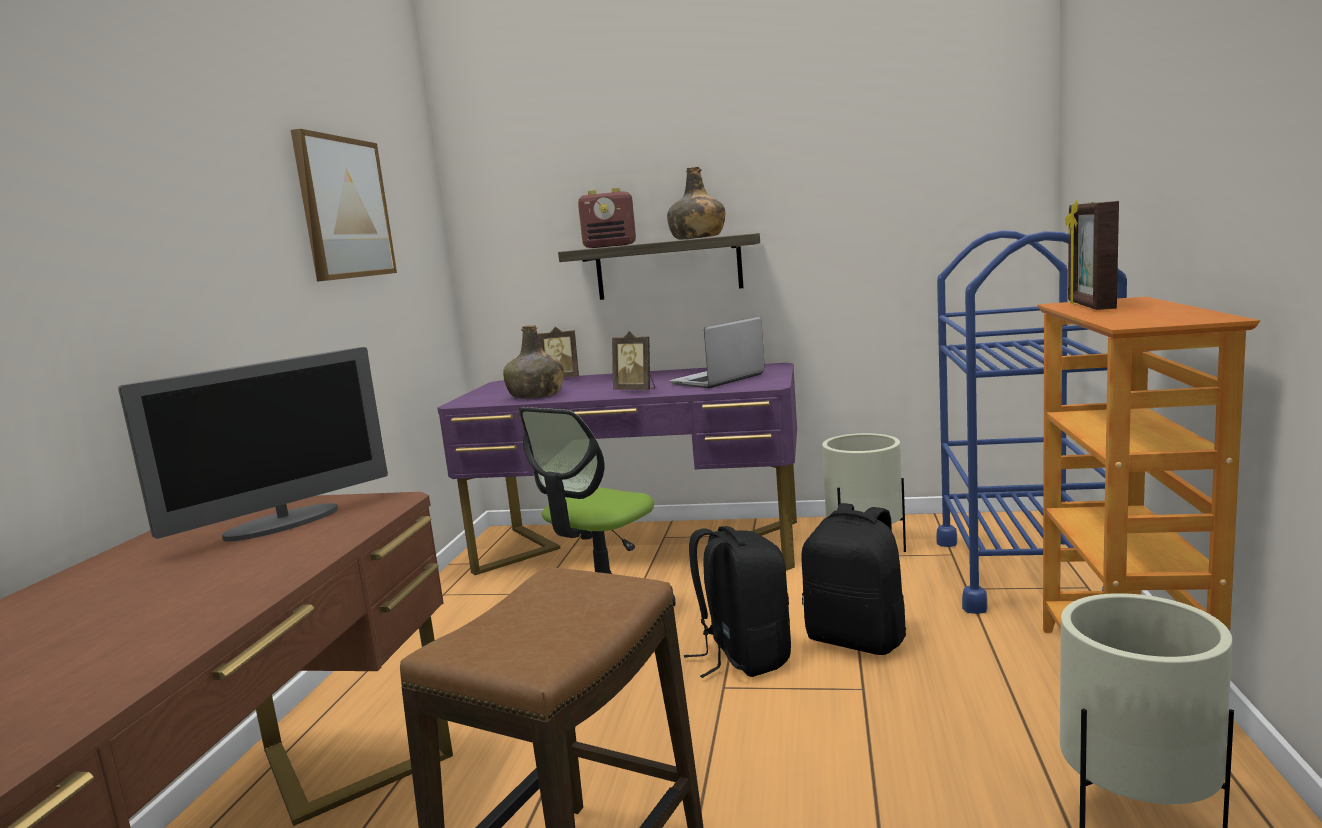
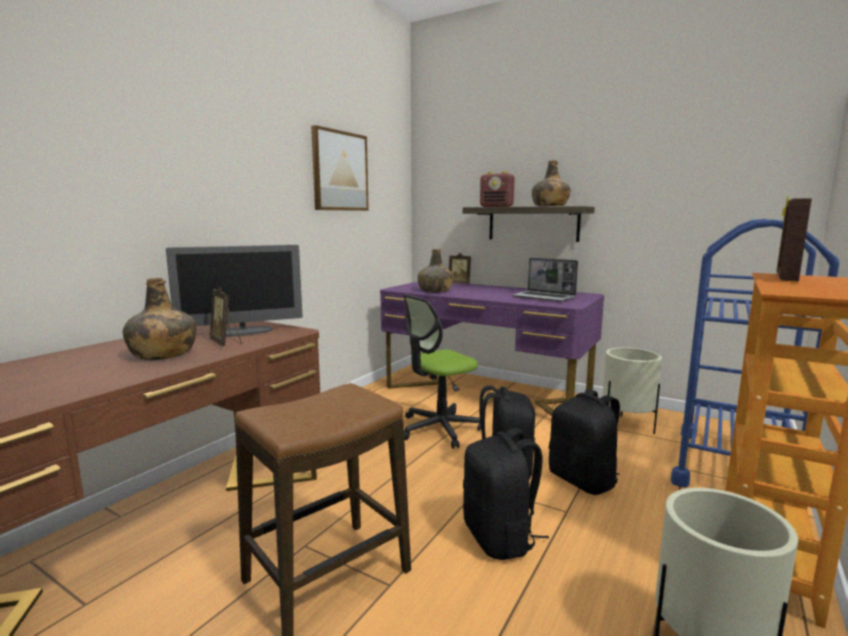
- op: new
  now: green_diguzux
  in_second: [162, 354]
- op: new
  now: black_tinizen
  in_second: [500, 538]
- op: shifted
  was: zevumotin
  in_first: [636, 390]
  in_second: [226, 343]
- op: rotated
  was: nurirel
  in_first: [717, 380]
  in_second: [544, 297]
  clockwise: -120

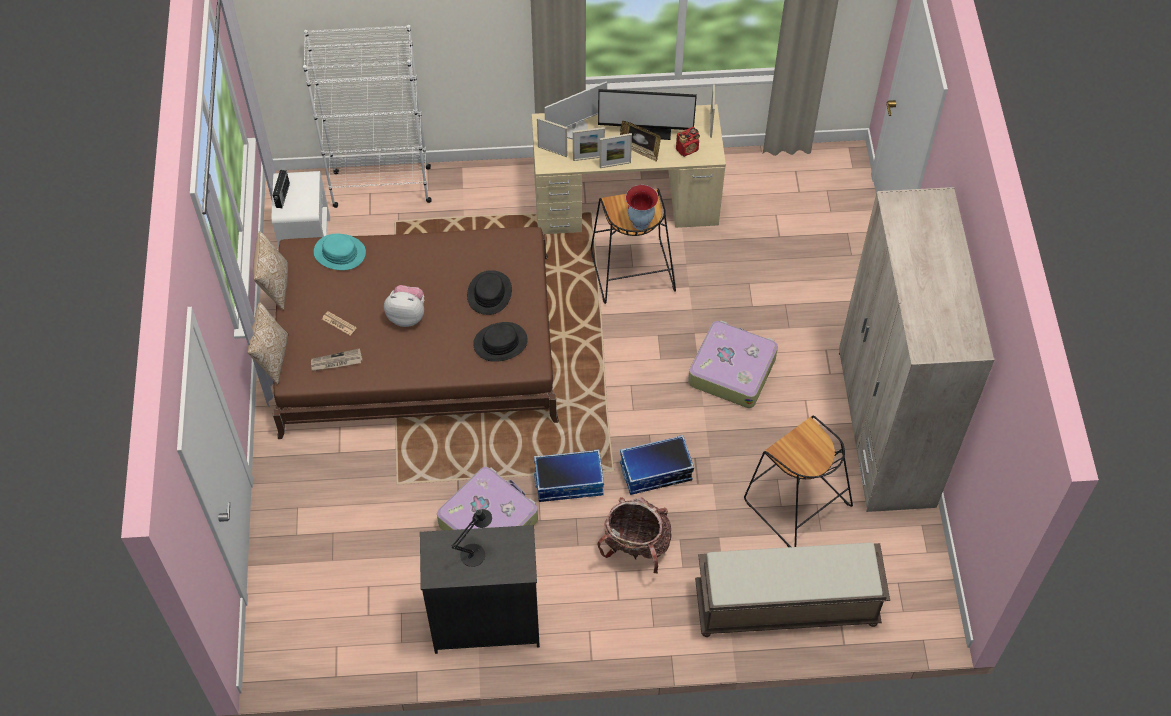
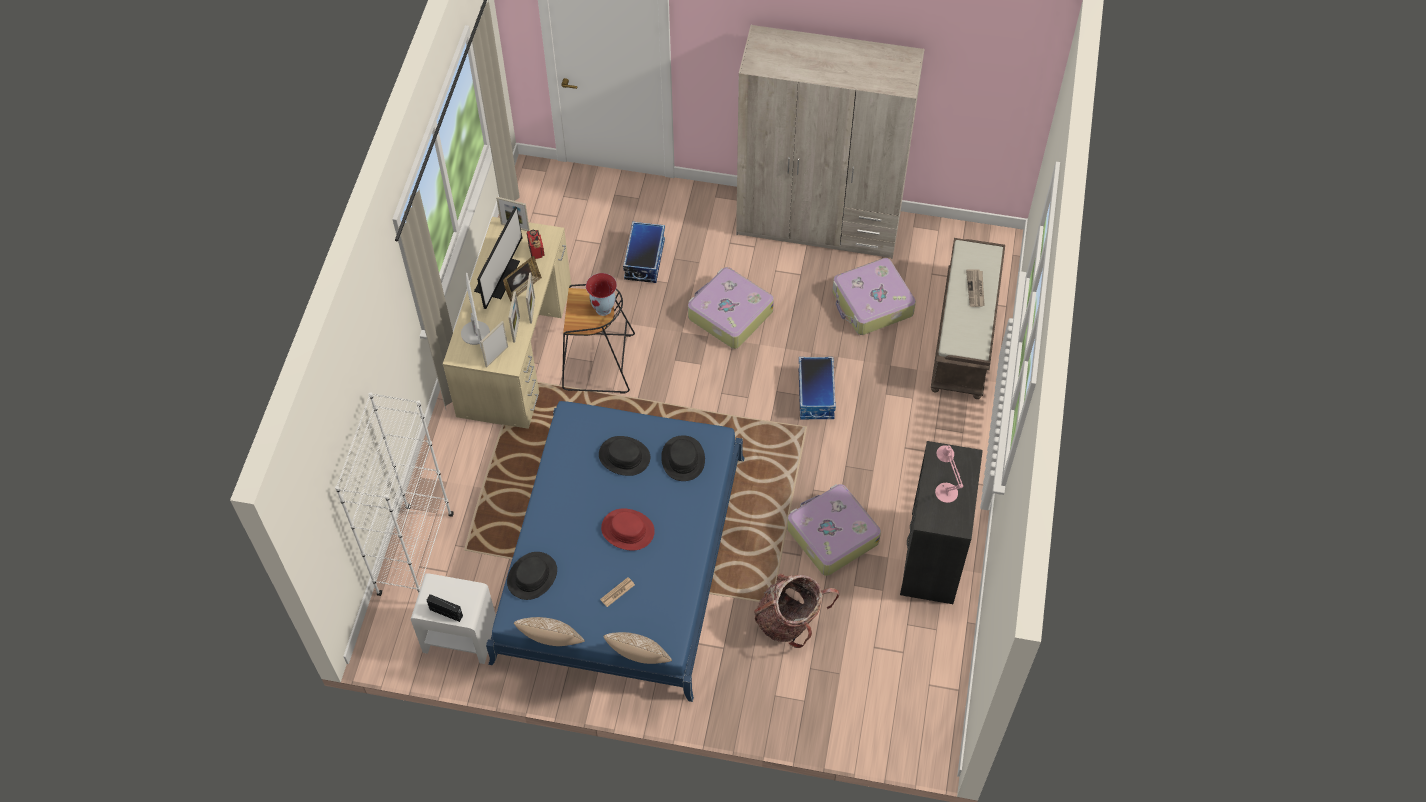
- op: shifted
  was: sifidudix
  in_first: [336, 362]
  in_second: [975, 289]
- op: shifted
  was: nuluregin
  in_first: [569, 482]
  in_second: [644, 259]
- op: shifted
  was: tinizen
  in_first: [635, 546]
  in_second: [790, 621]
- op: swapped
  was: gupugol
  now: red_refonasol
  in_first: [407, 315]
  in_second: [627, 530]
- op: swapped
  was: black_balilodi
  now: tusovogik
  in_first: [795, 503]
  in_second: [872, 304]
- op: repainted
  was: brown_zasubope
  now: blue_zasubope
  in_first: [417, 344]
  in_second: [621, 557]
- op: repainted
  was: turquoise_refonasol
  now: black_refonasol
  in_first: [339, 253]
  in_second: [532, 576]
- op: repainted
  was: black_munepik
  now: pink_munepik
  in_first: [475, 552]
  in_second: [944, 489]

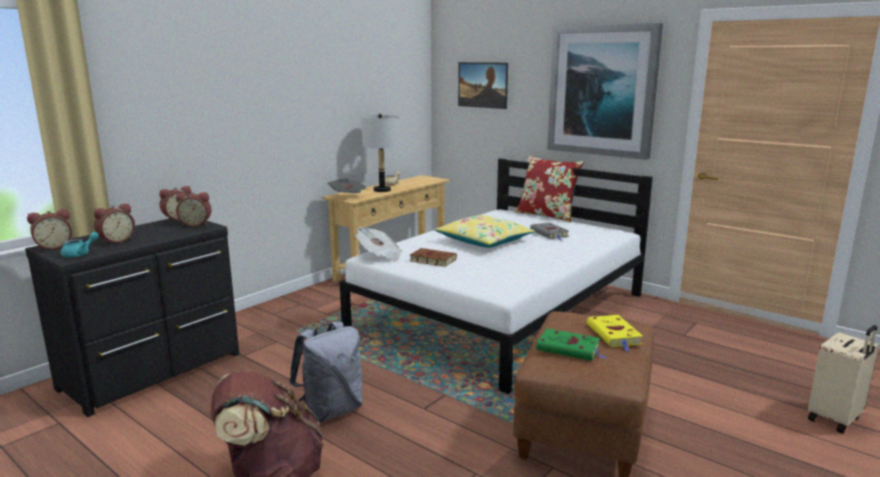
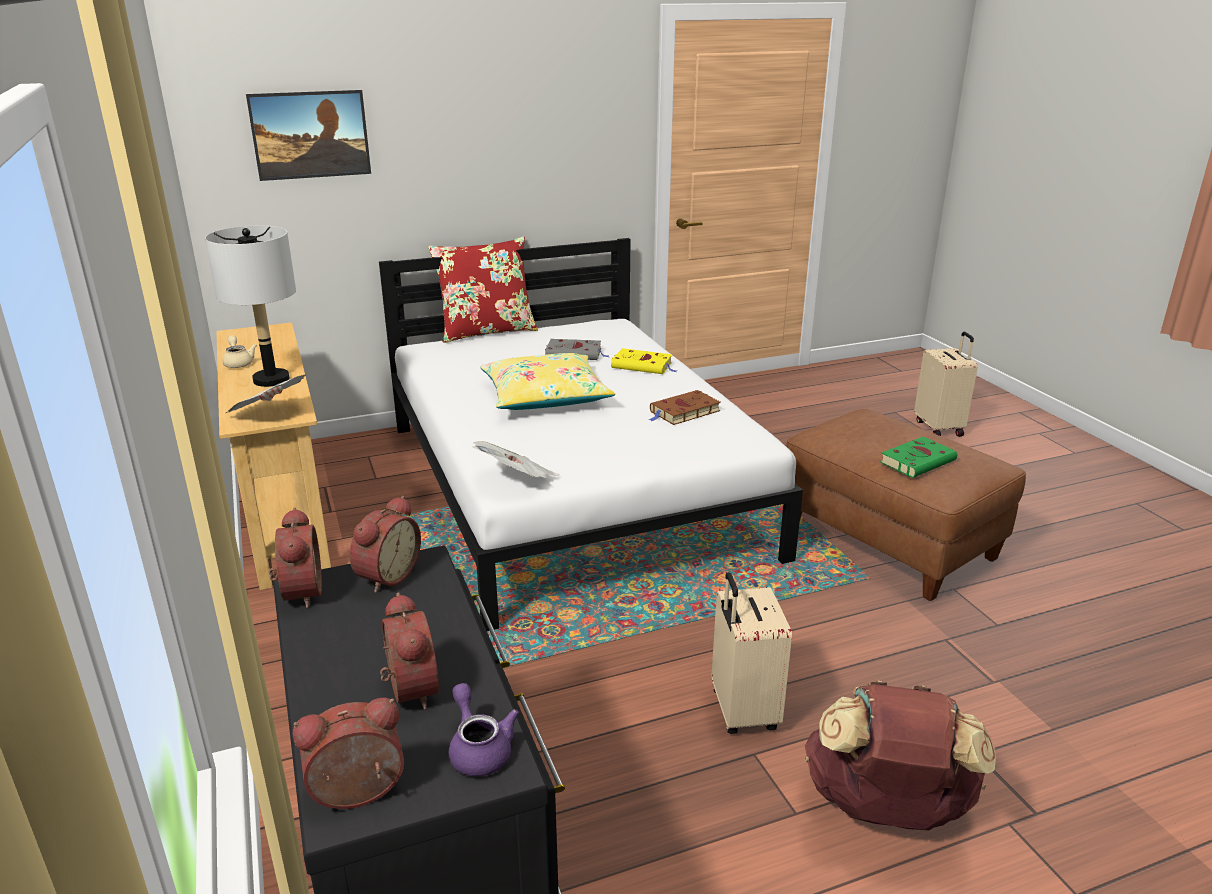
- op: gone
  was: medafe
  in_first: [602, 91]
- op: shifted
  was: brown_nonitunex
  in_first: [431, 260]
  in_second: [683, 412]
- op: shifted
  was: yellow_nonitunex
  in_first: [614, 335]
  in_second: [643, 366]
- op: swapped
  was: grey_tinizen
  now: beige_tusovogik
  in_first: [331, 410]
  in_second: [741, 711]
- op: repainted
  was: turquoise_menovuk
  now: purple_menovuk
  in_first: [80, 254]
  in_second: [479, 749]
- op: rotated
  was: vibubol
  in_first: [54, 247]
  in_second: [358, 795]
  clockwise: -105

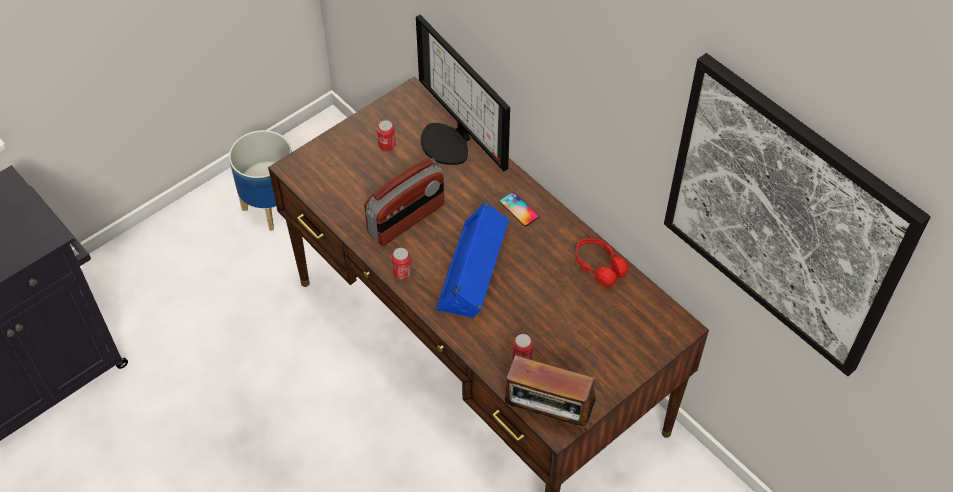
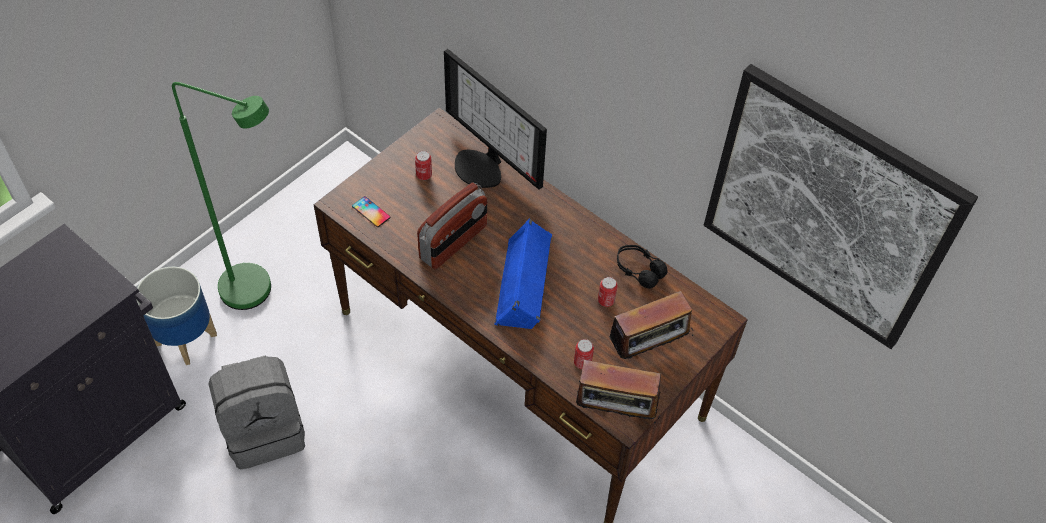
- op: new
  now: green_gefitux
  in_second: [258, 293]
- op: new
  now: grey_tinizen
  in_second: [265, 430]
- op: new
  now: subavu
  in_second: [648, 348]
- op: shifted
  was: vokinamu
  in_first: [272, 206]
  in_second: [187, 338]
- op: shifted
  was: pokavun
  in_first: [402, 273]
  in_second: [606, 300]
- op: shifted
  was: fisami
  in_first: [519, 209]
  in_second: [371, 212]
- op: repainted
  was: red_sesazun
  now: black_sesazun
  in_first: [598, 267]
  in_second: [638, 270]

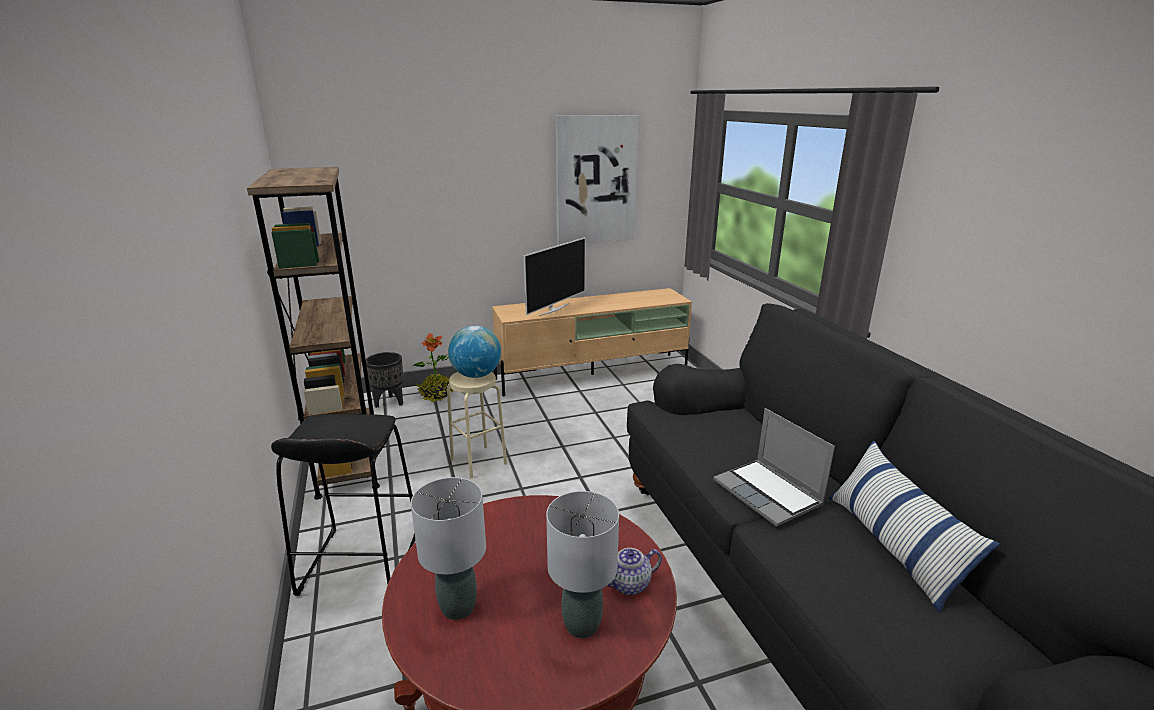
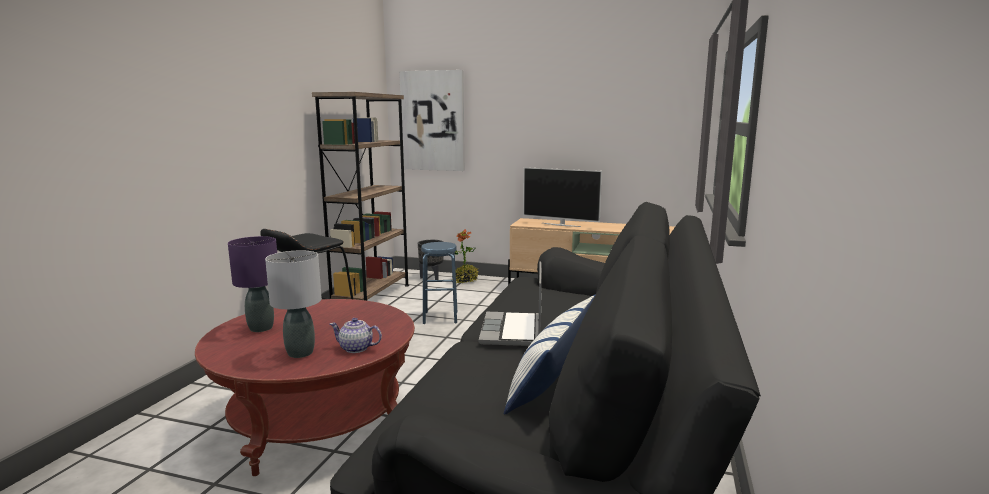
- op: gone
  was: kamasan
  in_first: [476, 375]
- op: shifted
  was: medafe
  in_first: [595, 180]
  in_second: [433, 121]
- op: repainted
  was: grey_munepik
  now: purple_munepik
  in_first: [459, 607]
  in_second: [261, 328]
- op: repainted
  was: beige_balilodi
  now: blue_balilodi
  in_first: [479, 461]
  in_second: [440, 317]
- op: rotated
  was: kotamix
  in_first: [553, 309]
  in_second: [561, 225]
  clockwise: 45

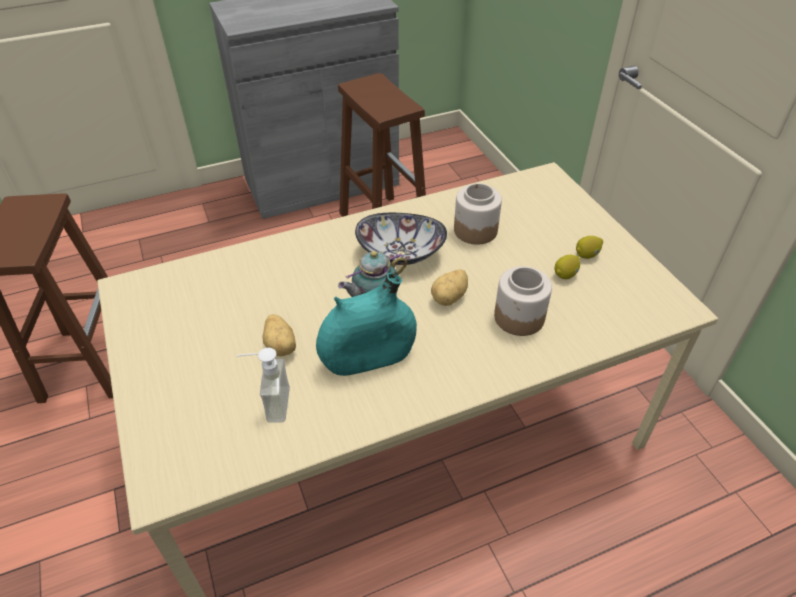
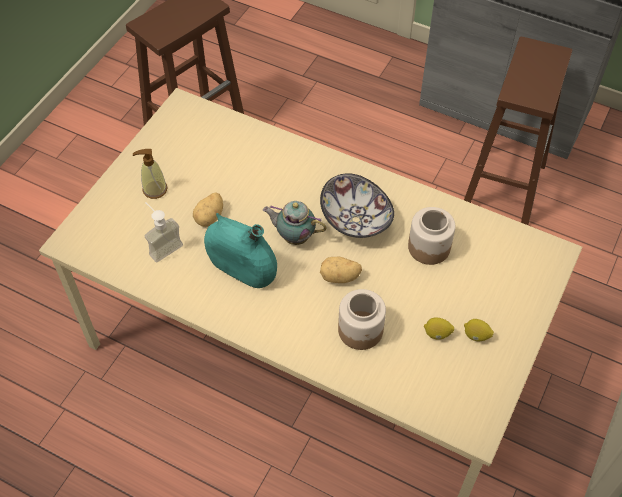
- op: new
  now: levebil
  in_second: [154, 189]

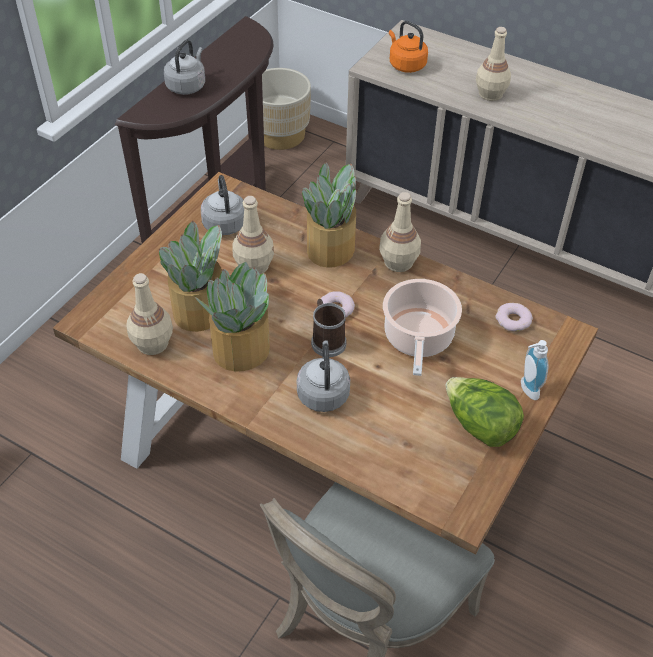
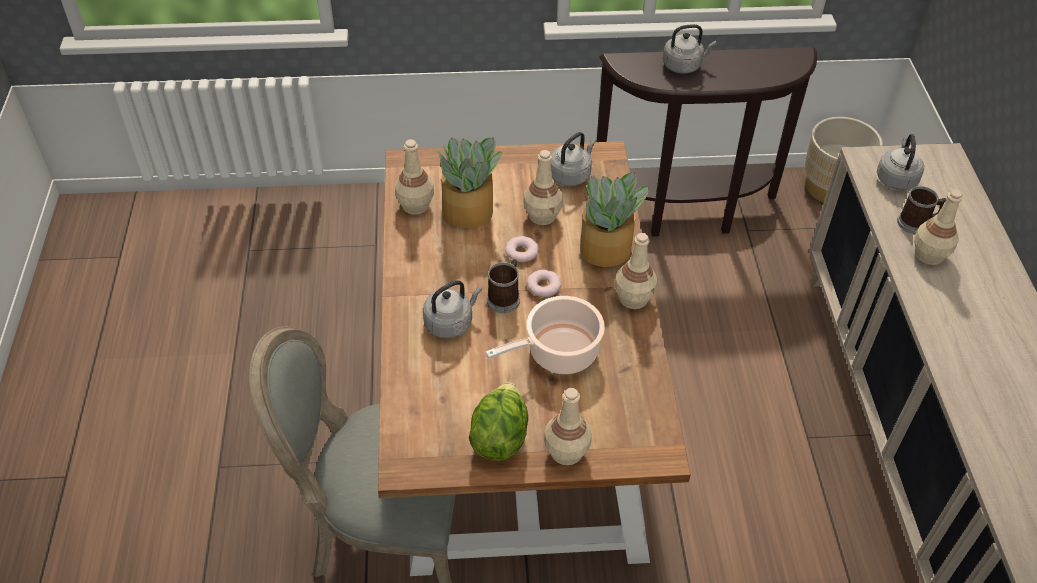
- op: gone
  was: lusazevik
  in_first: [240, 351]
- op: new
  now: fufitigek
  in_second: [916, 223]
- op: shifted
  was: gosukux
  in_first: [513, 320]
  in_second: [521, 252]
- op: swapped
  was: levebil
  now: beige_diguzux
  in_first: [526, 390]
  in_second: [566, 452]
- op: repainted
  was: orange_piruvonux
  now: grey_piruvonux
  in_first: [406, 65]
  in_second: [896, 178]

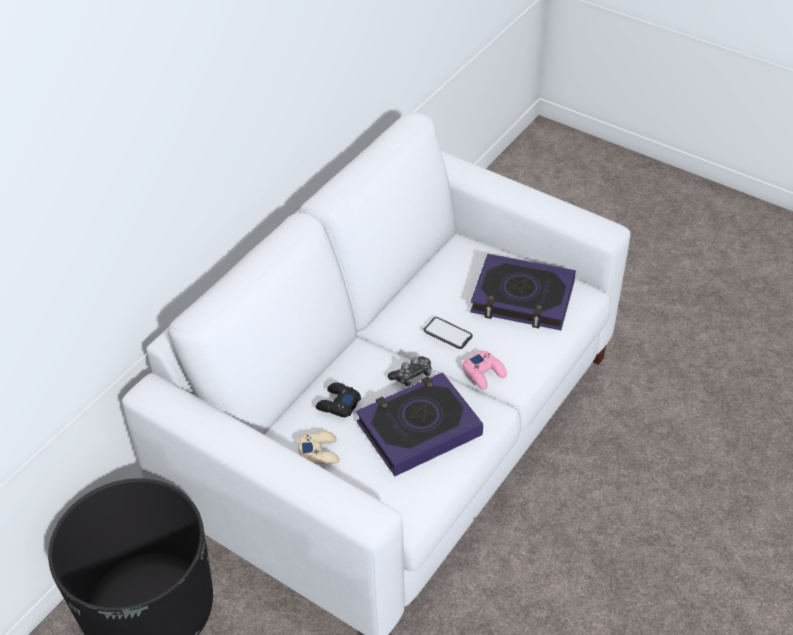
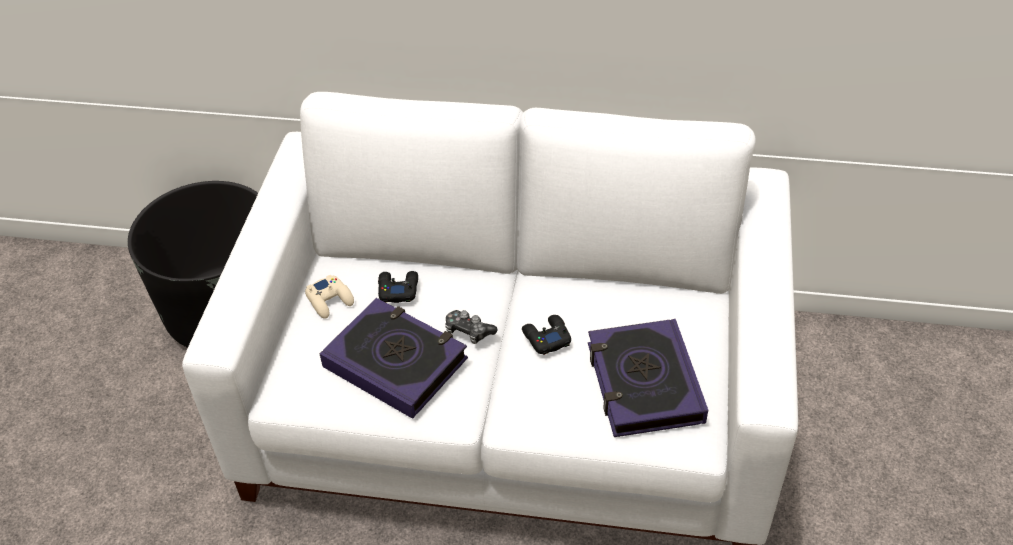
- op: gone
  was: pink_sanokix
  in_first: [484, 373]
- op: swapped
  was: fisami
  now: black_sanokix
  in_first: [448, 333]
  in_second: [546, 338]

